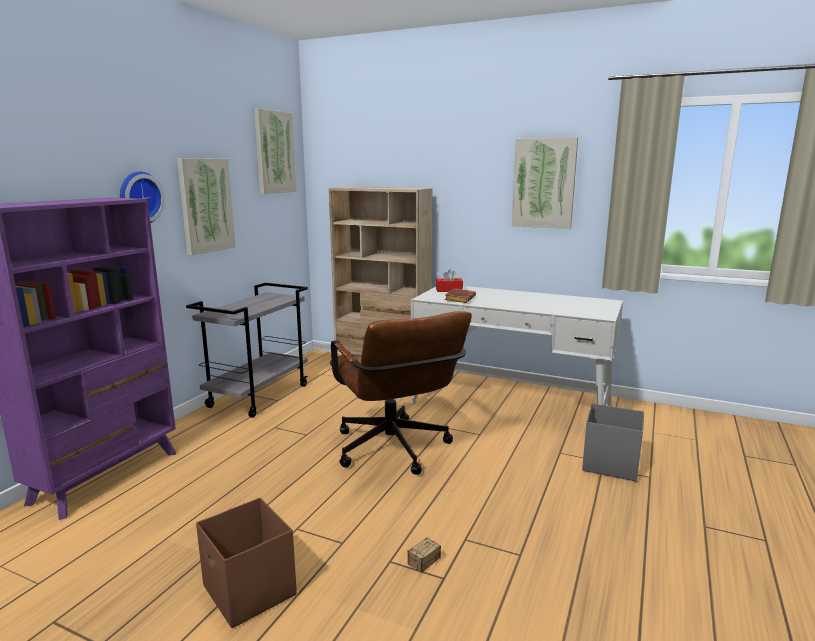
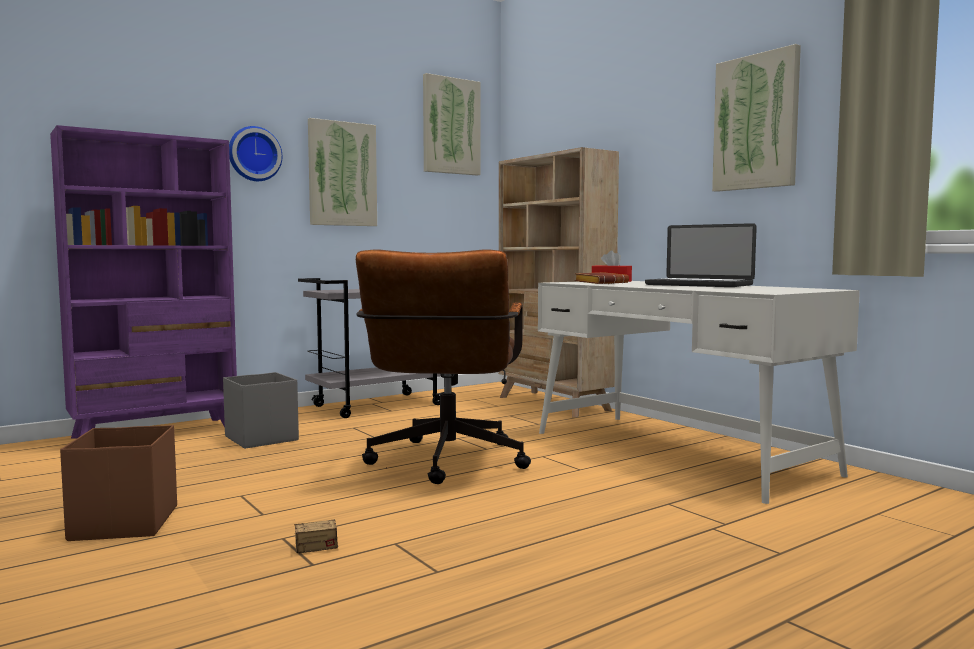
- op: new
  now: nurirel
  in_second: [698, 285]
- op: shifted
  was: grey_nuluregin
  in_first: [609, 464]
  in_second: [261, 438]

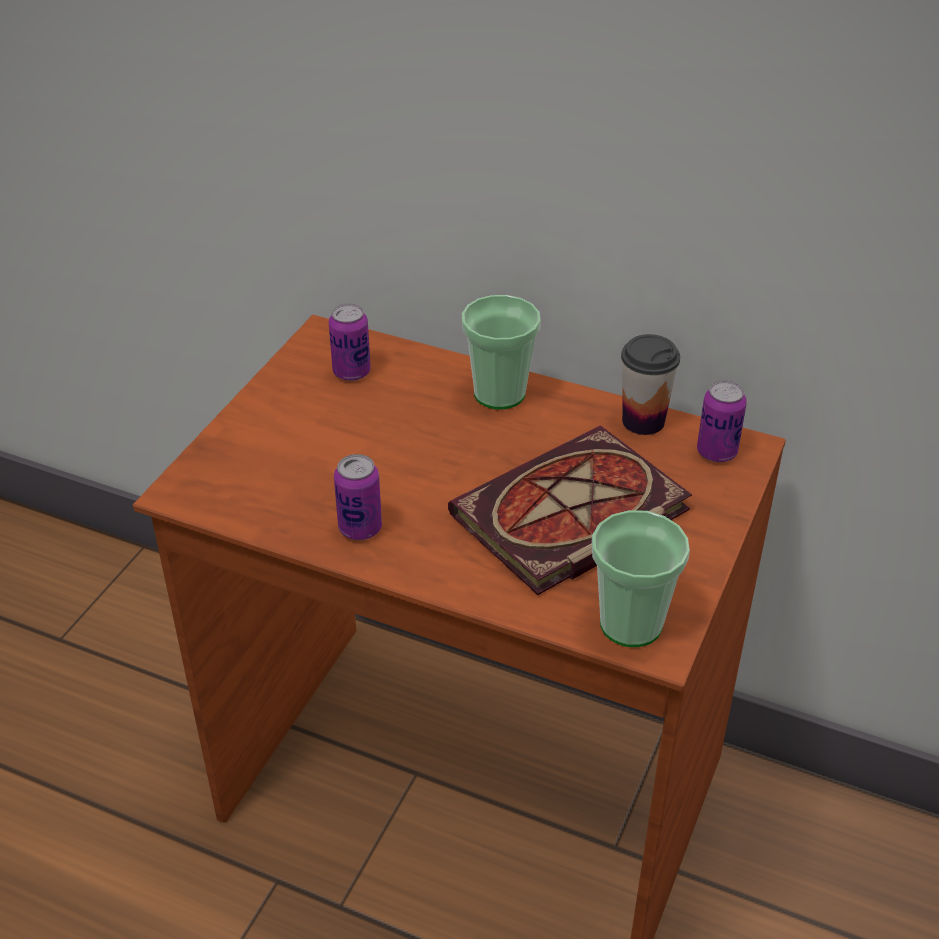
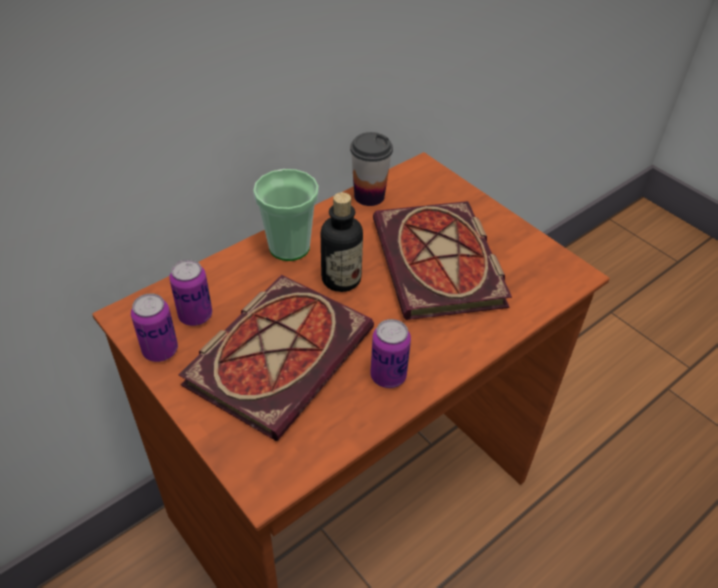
- op: gone
  was: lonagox
  in_first: [631, 624]
- op: new
  now: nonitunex
  in_second: [279, 353]
- op: new
  now: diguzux
  in_second: [341, 279]
- op: shifted
  was: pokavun
  in_first: [716, 452]
  in_second: [160, 350]

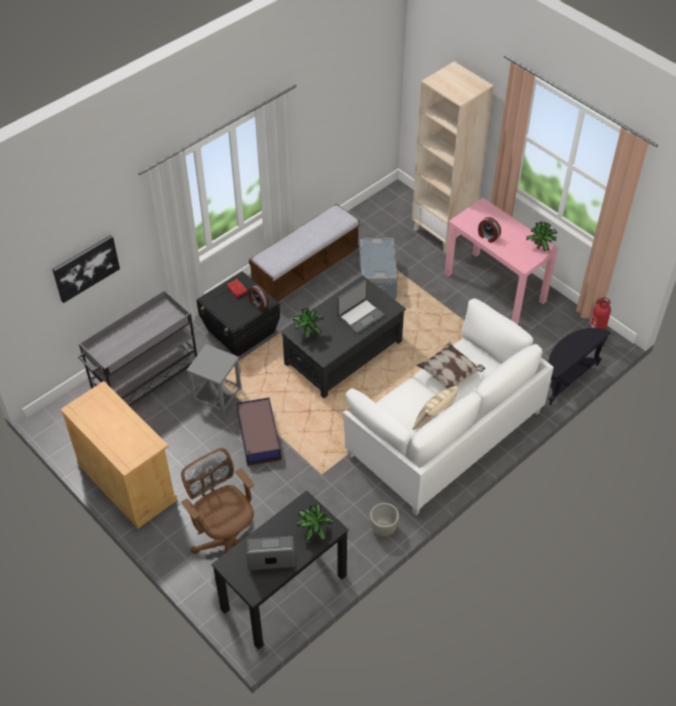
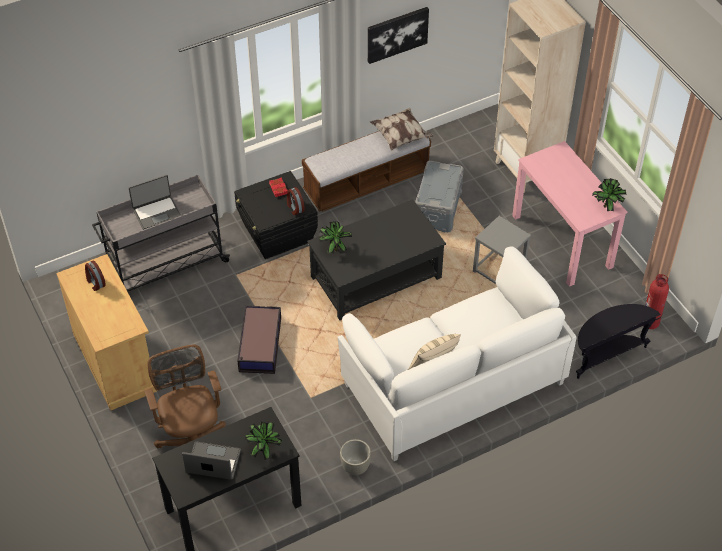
- op: shifted
  was: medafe
  in_first: [85, 267]
  in_second: [397, 34]
- op: shifted
  was: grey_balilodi
  in_first: [216, 395]
  in_second: [498, 270]
- op: shifted
  was: nurirel
  in_first: [360, 316]
  in_second: [157, 213]
- op: shifted
  was: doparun
  in_first: [450, 374]
  in_second: [401, 137]
- op: shifted
  was: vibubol
  in_first: [488, 237]
  in_second: [95, 283]

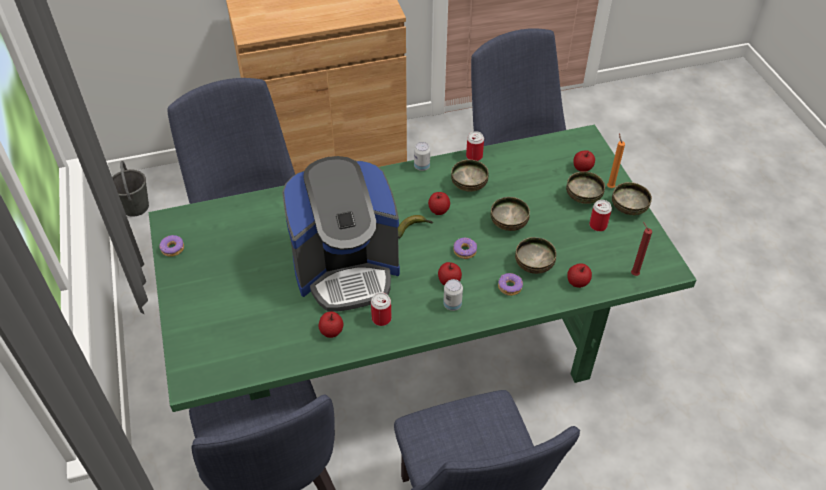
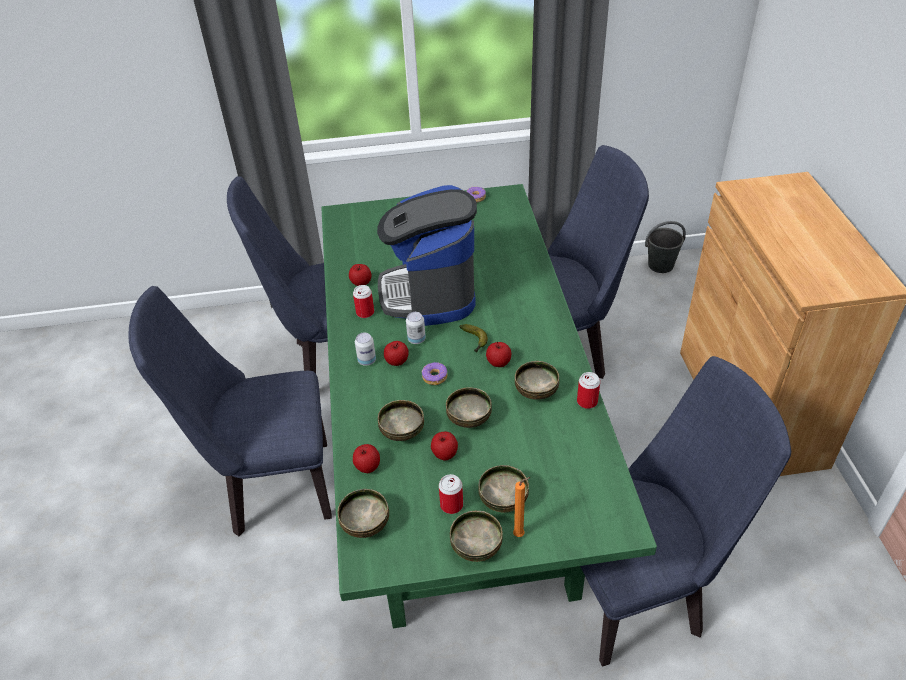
- op: gone
  was: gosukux
  in_first: [509, 287]
- op: shifted
  was: pokavun
  in_first: [422, 166]
  in_second: [416, 339]
- op: shifted
  was: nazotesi
  in_first: [582, 168]
  in_second: [445, 453]
- op: swapped
  was: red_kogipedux
  now: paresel
  in_first: [633, 273]
  in_second: [366, 524]

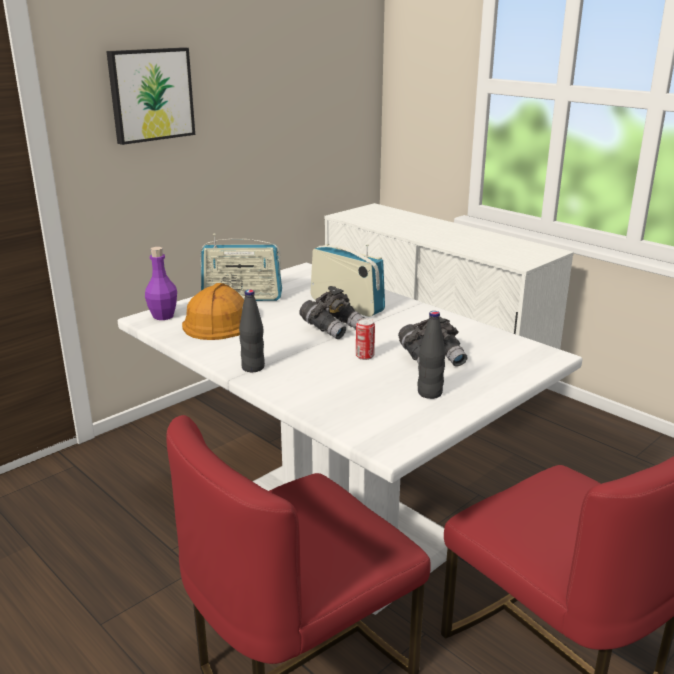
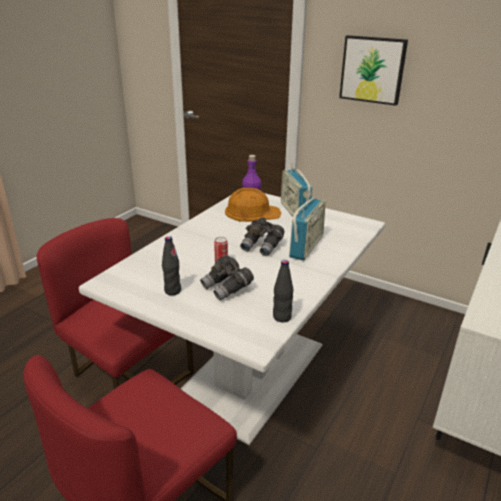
- op: shifted
  was: black_diguzux
  in_first: [253, 367]
  in_second: [282, 317]

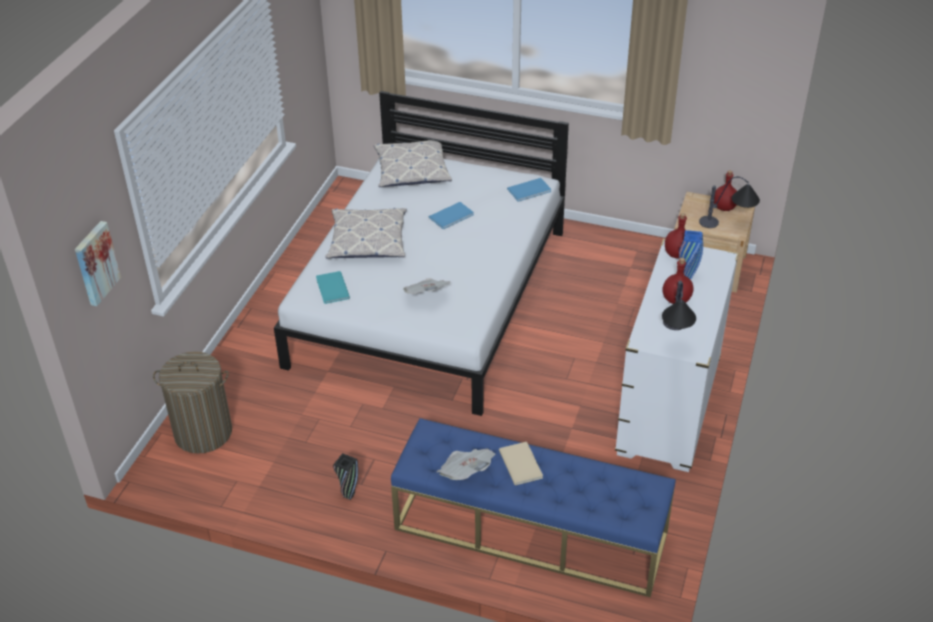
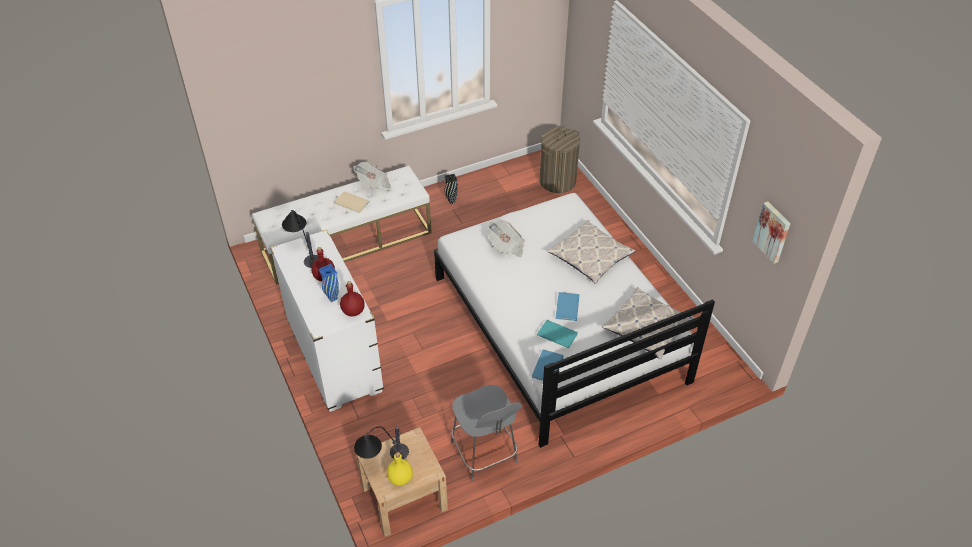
- op: new
  now: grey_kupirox
  in_second: [485, 454]
- op: shifted
  was: medafe
  in_first: [95, 263]
  in_second: [773, 231]
- op: shifted
  was: turquoise_nonitunex
  in_first: [331, 289]
  in_second: [557, 333]
- op: repainted
  was: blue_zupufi
  now: white_zupufi
  in_first: [530, 531]
  in_second: [347, 241]
- op: repainted
  was: red_diguzux
  now: yellow_diguzux
  in_first: [723, 207]
  in_second: [401, 478]

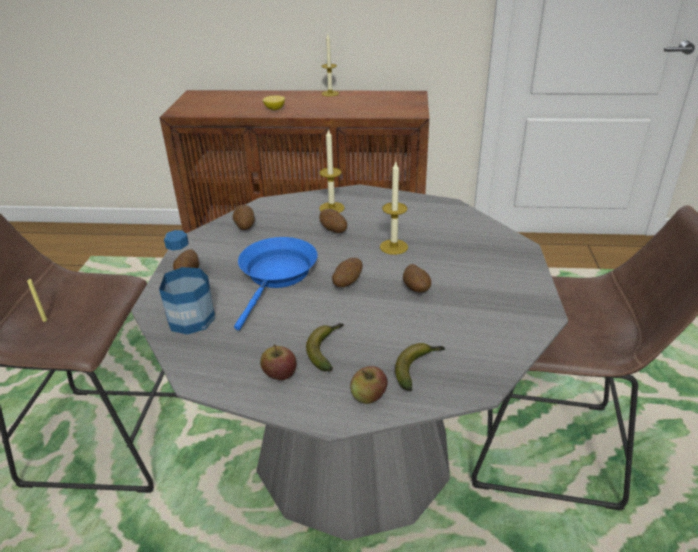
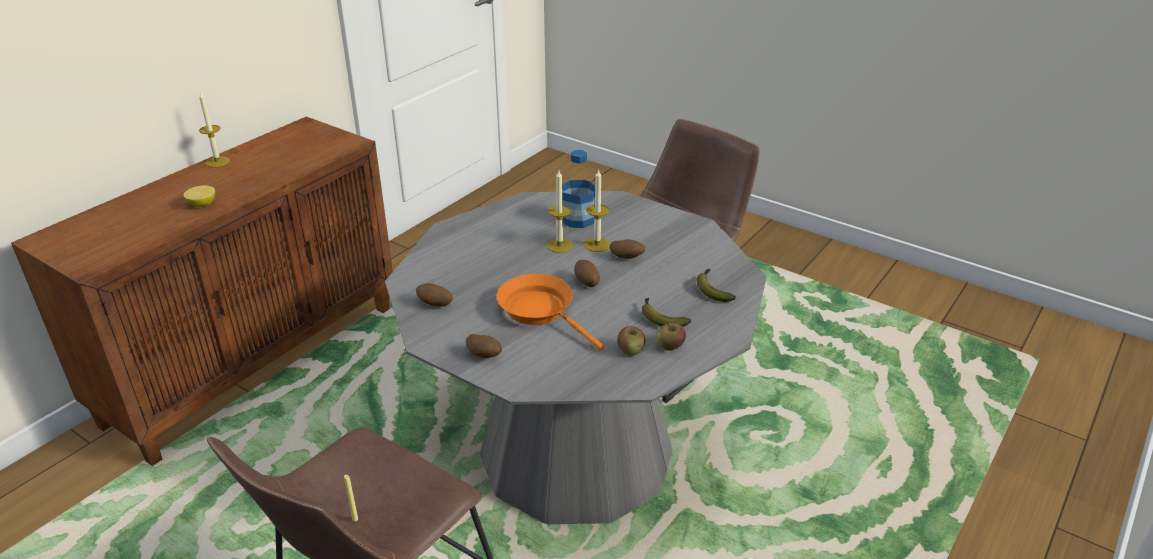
- op: gone
  was: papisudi
  in_first: [333, 230]
- op: shifted
  was: diguzux
  in_first: [191, 319]
  in_second: [578, 219]
- op: shifted
  was: kogipedux
  in_first: [332, 208]
  in_second: [597, 245]
- op: shifted
  was: nazotesi
  in_first: [369, 396]
  in_second: [630, 350]
- op: repainted
  was: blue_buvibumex
  now: orange_buvibumex
  in_first: [277, 276]
  in_second: [540, 311]

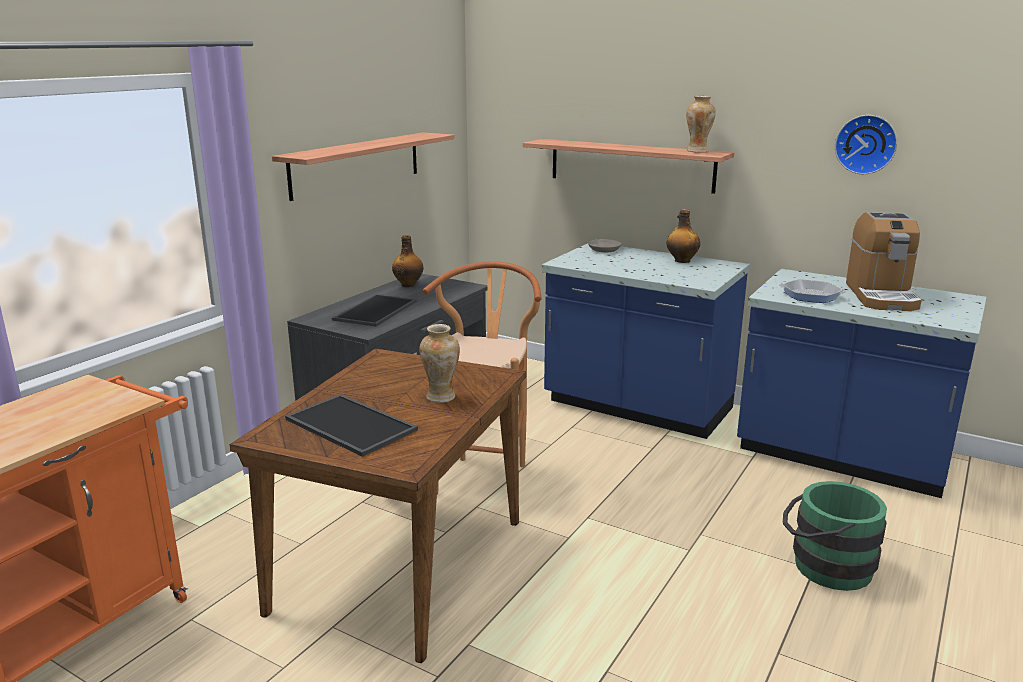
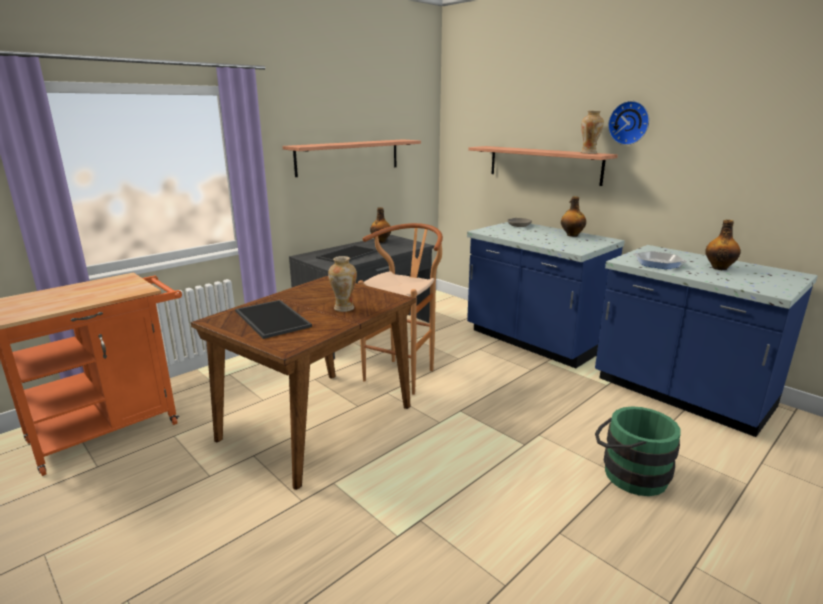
- op: shifted
  was: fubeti
  in_first: [866, 144]
  in_second: [629, 123]
- op: swapped
  was: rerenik
  now: diguzux
  in_first: [881, 296]
  in_second: [719, 268]

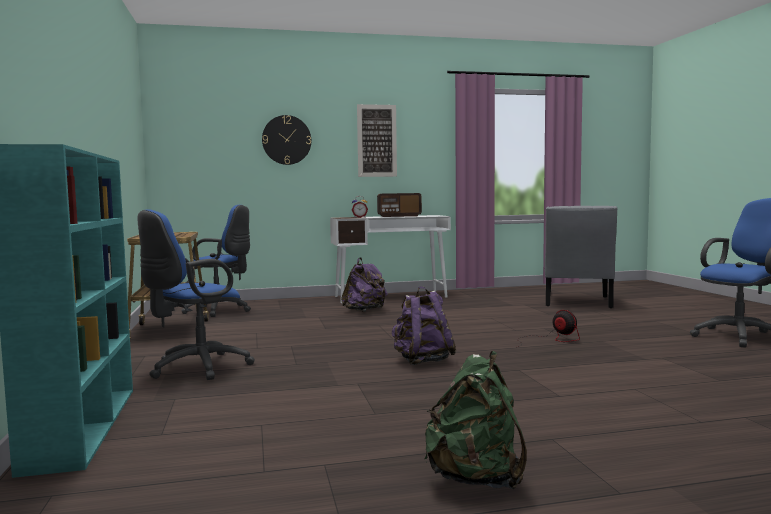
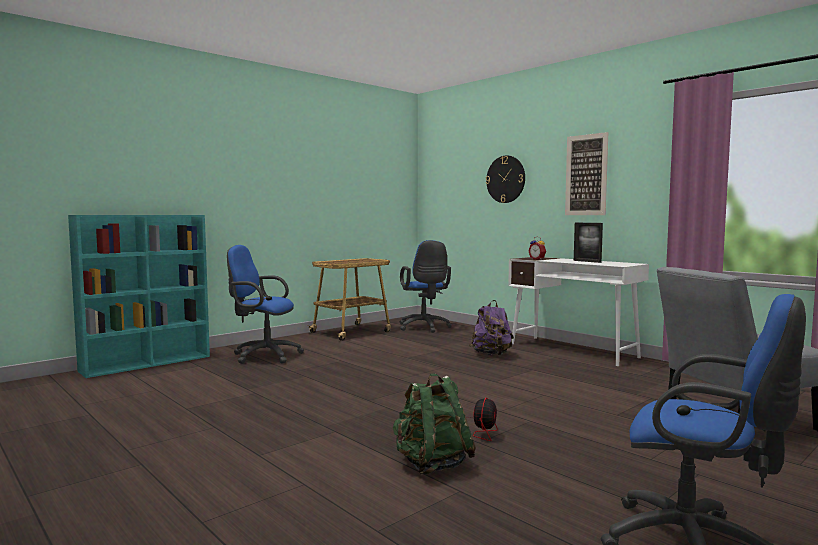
- op: gone
  was: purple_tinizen
  in_first: [422, 361]
- op: shifted
  was: green_tinizen
  in_first: [476, 478]
  in_second: [431, 464]
- op: swapped
  was: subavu
  now: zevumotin
  in_first: [399, 216]
  in_second: [587, 261]

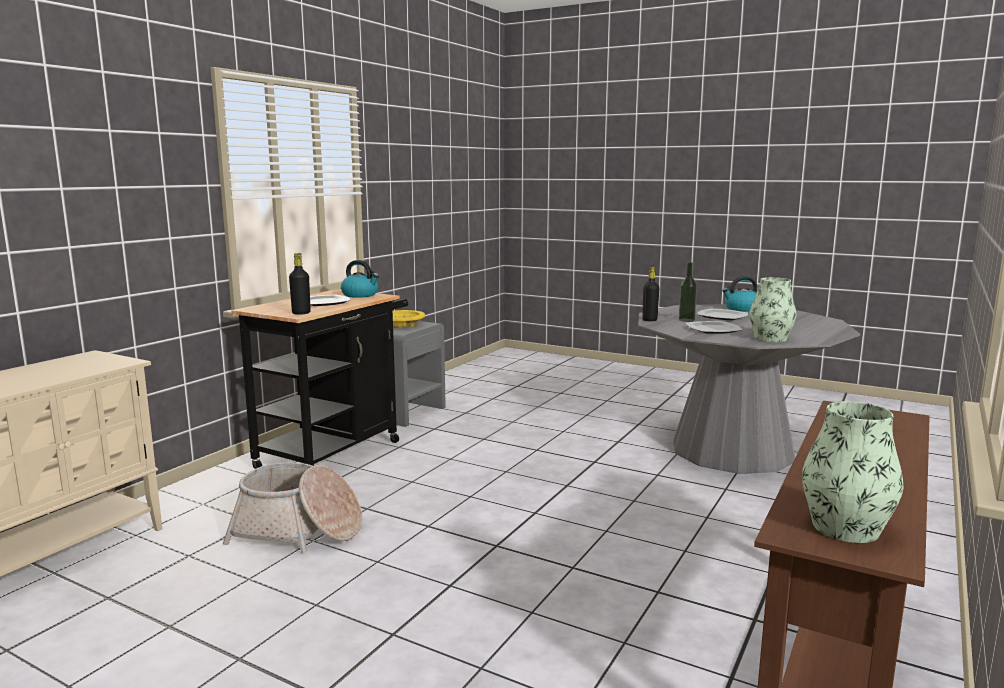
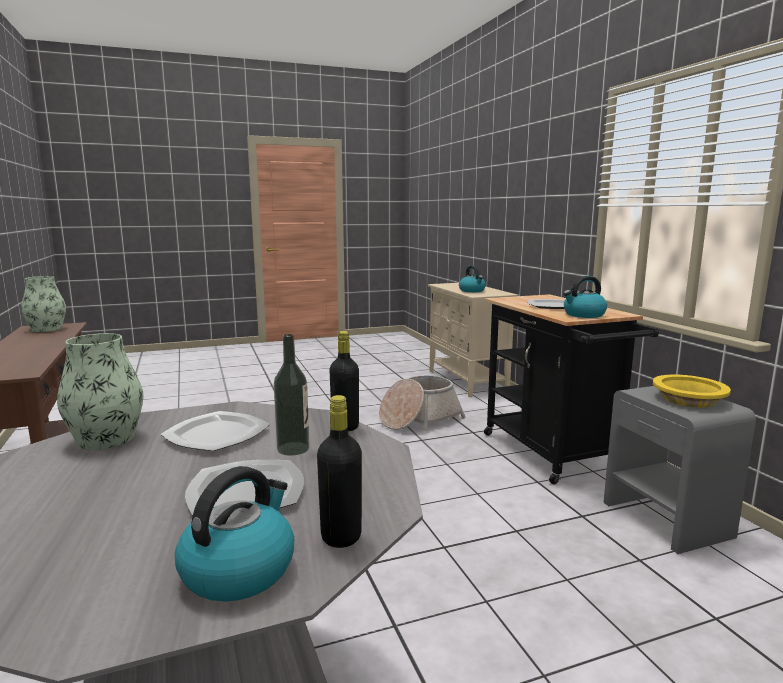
- op: new
  now: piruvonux
  in_second: [472, 291]
- op: shifted
  was: black_diguzux
  in_first: [301, 313]
  in_second: [341, 536]

